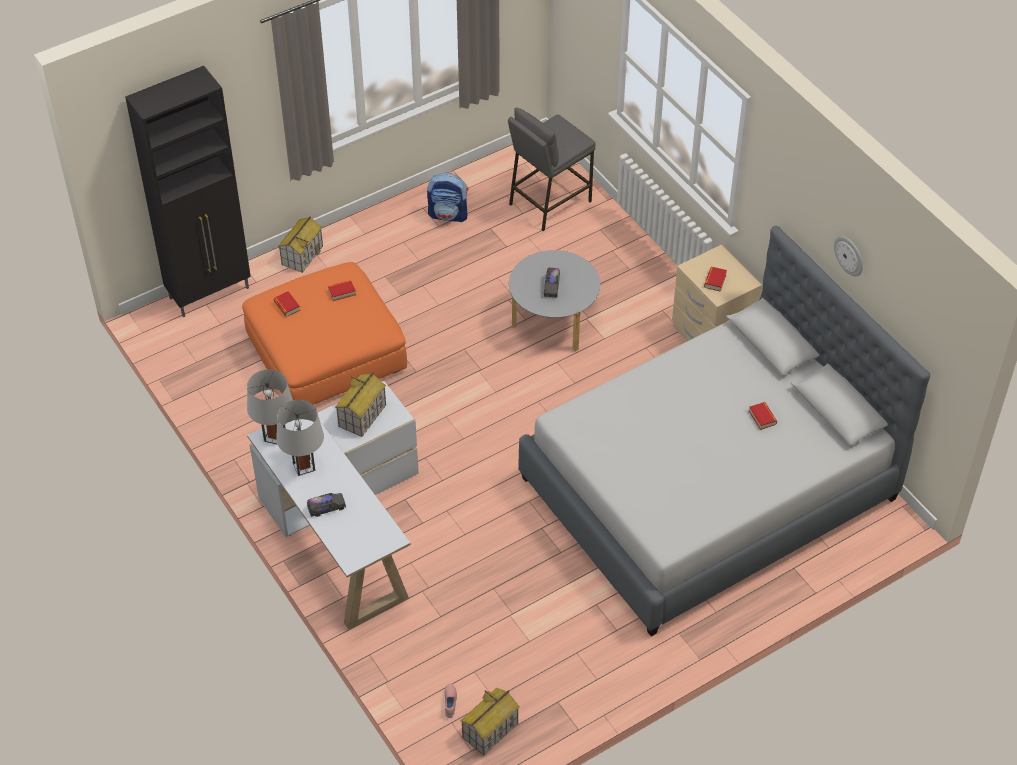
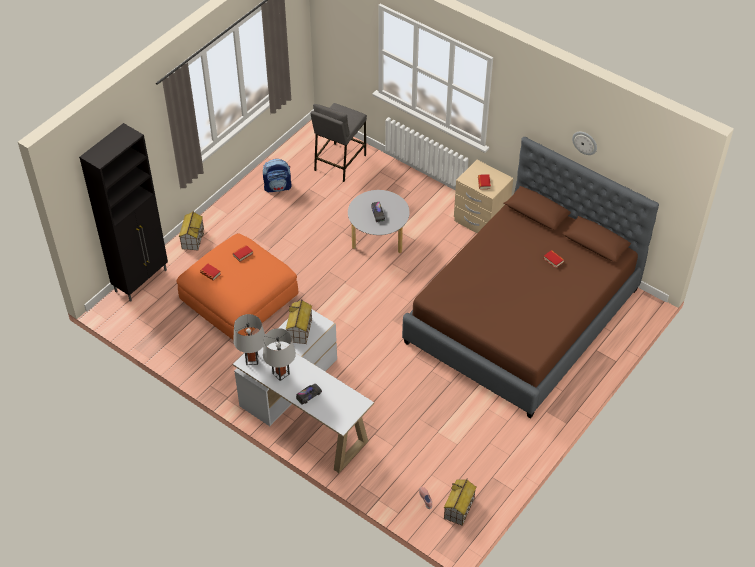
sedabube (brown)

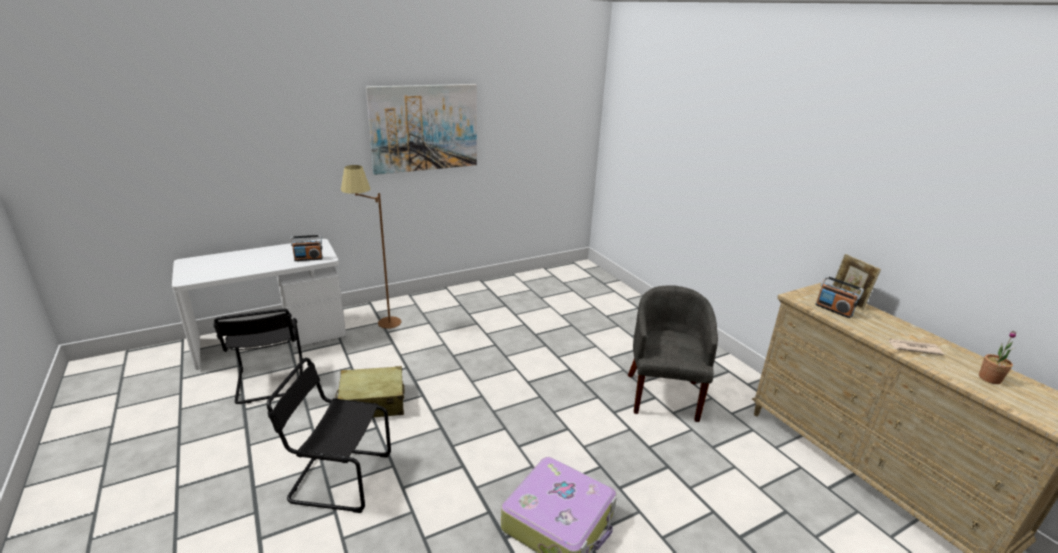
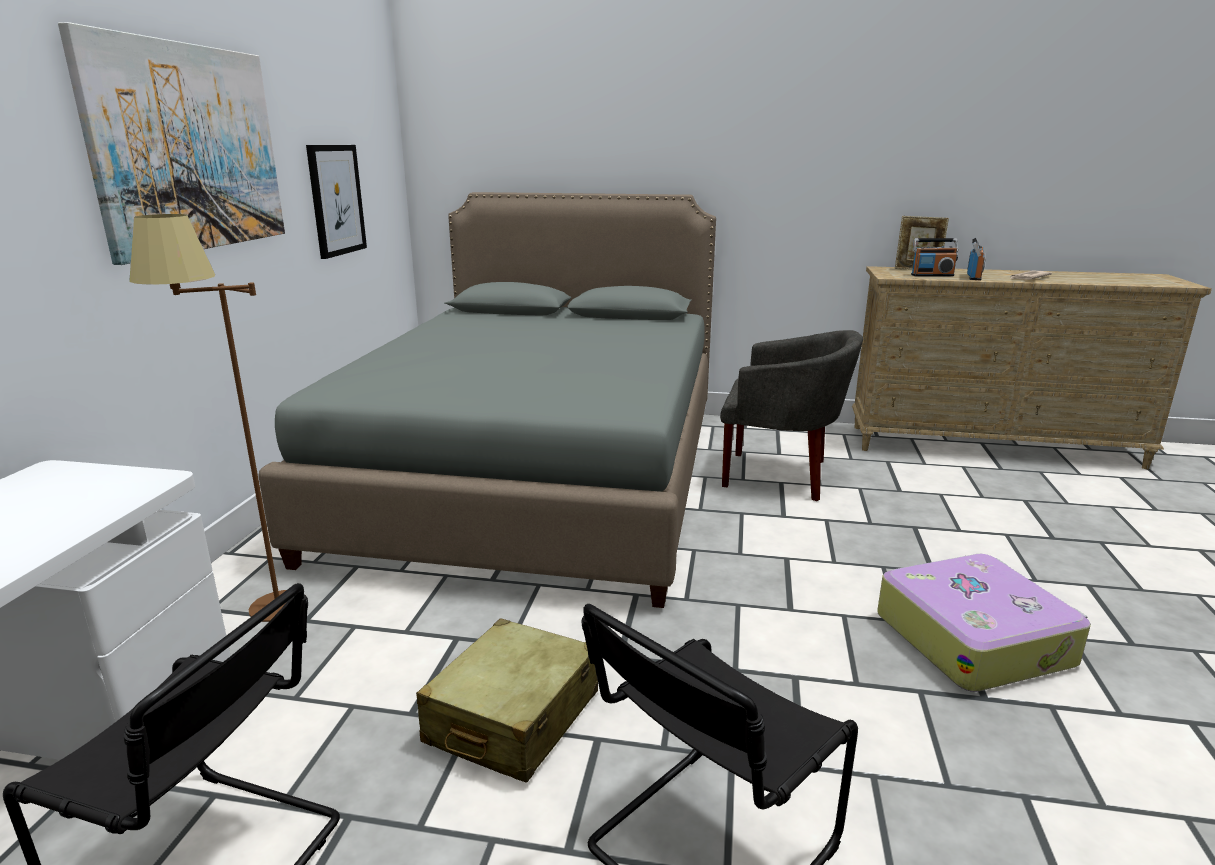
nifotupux
sedabube (grey)
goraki (no. 2 from left)
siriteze (no. 2 from left)
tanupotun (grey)

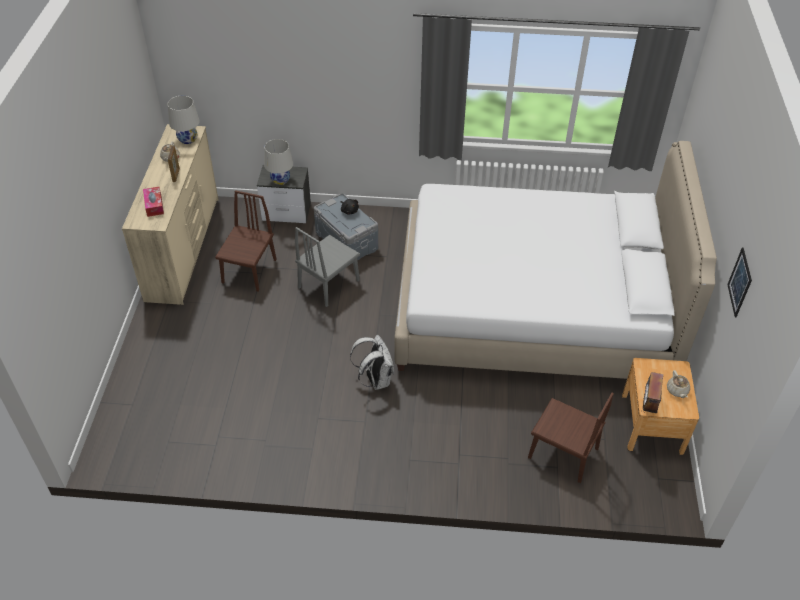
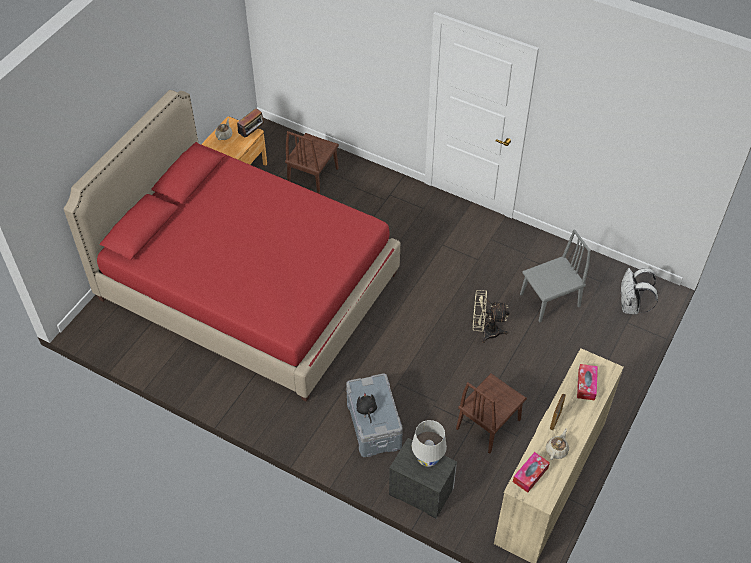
goraki
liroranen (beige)
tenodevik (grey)
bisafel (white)
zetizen (no. 1 from left)
sedabube (red)
tenodevik (brown) (no. 1 from left)

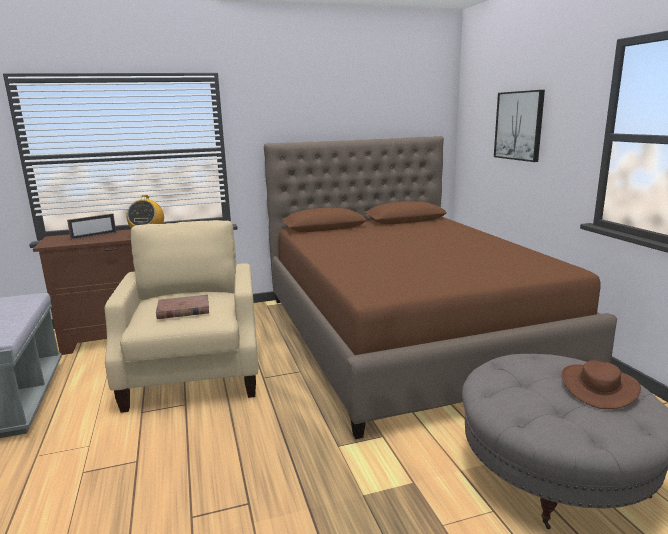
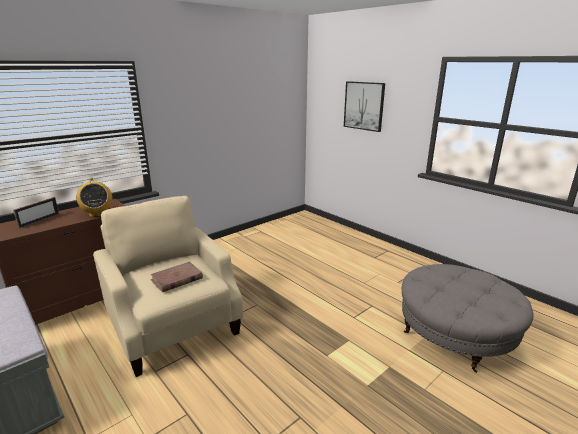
sedabube (brown)
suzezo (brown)

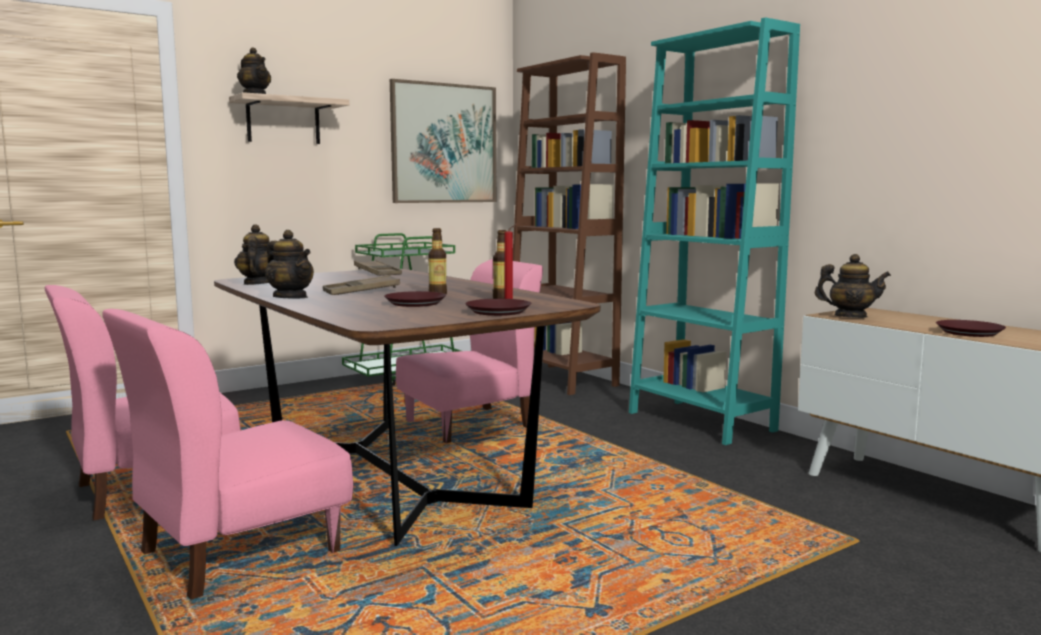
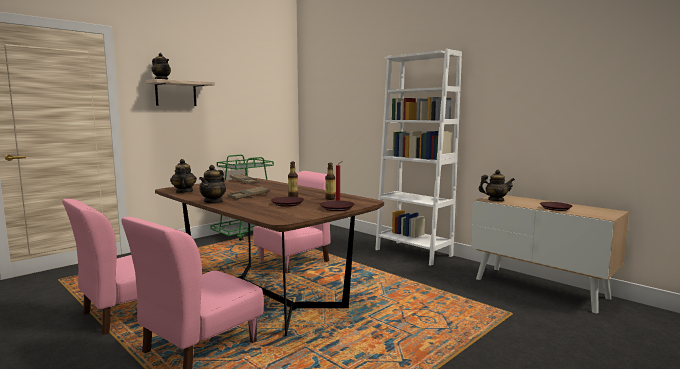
goraki
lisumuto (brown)
lisumuto (white)
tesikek (no. 3 from left)

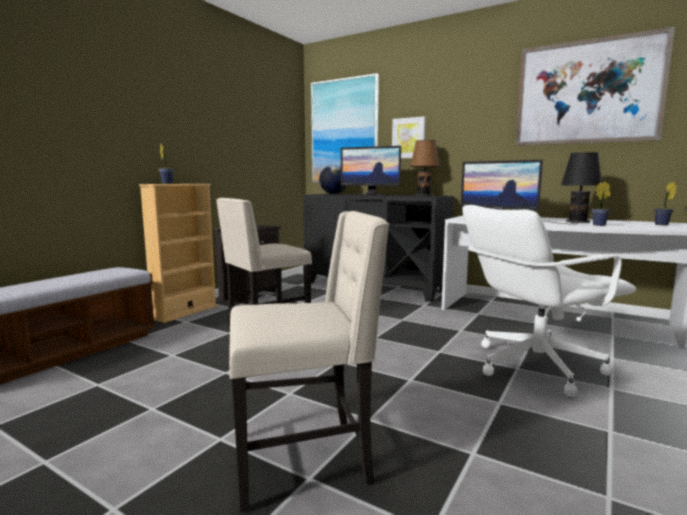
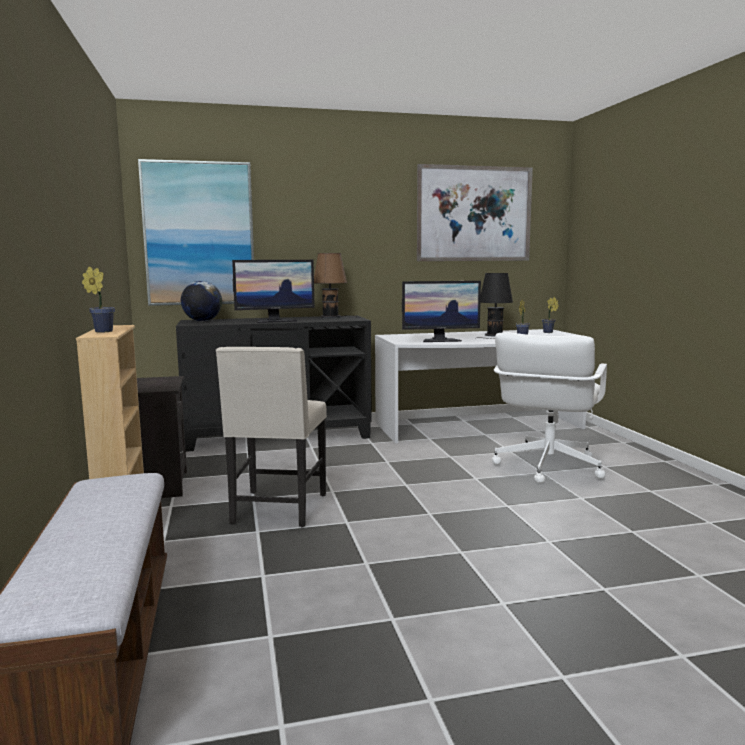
tenodevik (beige) (no. 2 from left in the first image)
goraki (no. 2 from left in the first image)

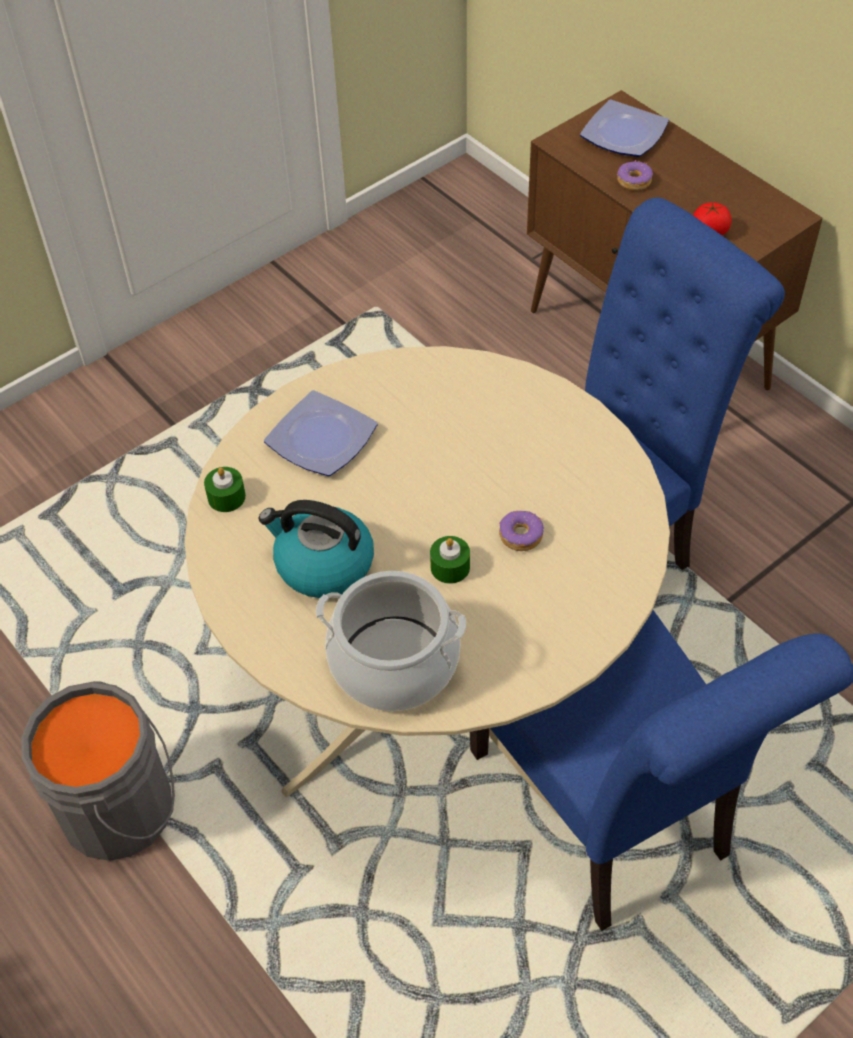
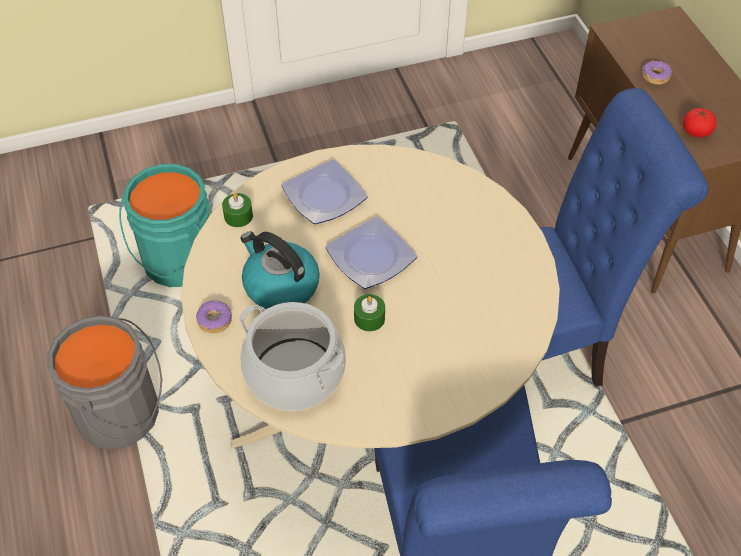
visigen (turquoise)
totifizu (no. 1 from left)
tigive (no. 2 from left)

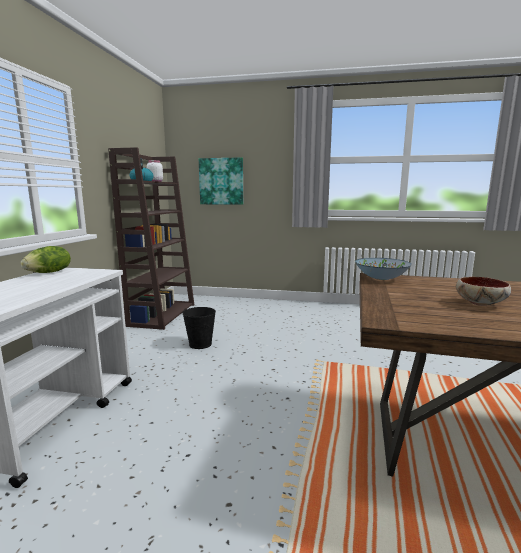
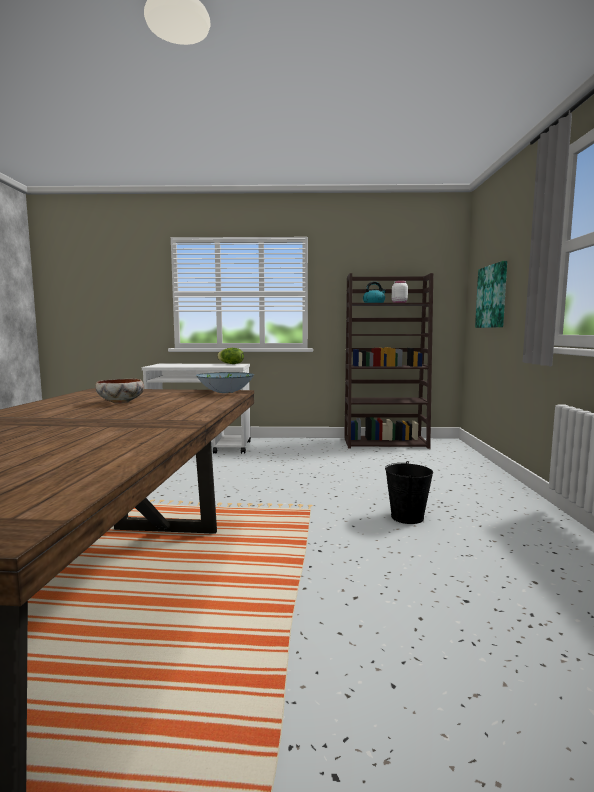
visigen (black)

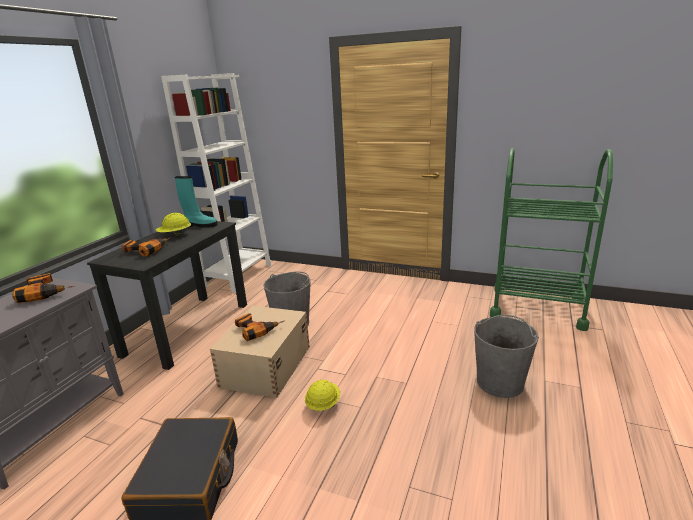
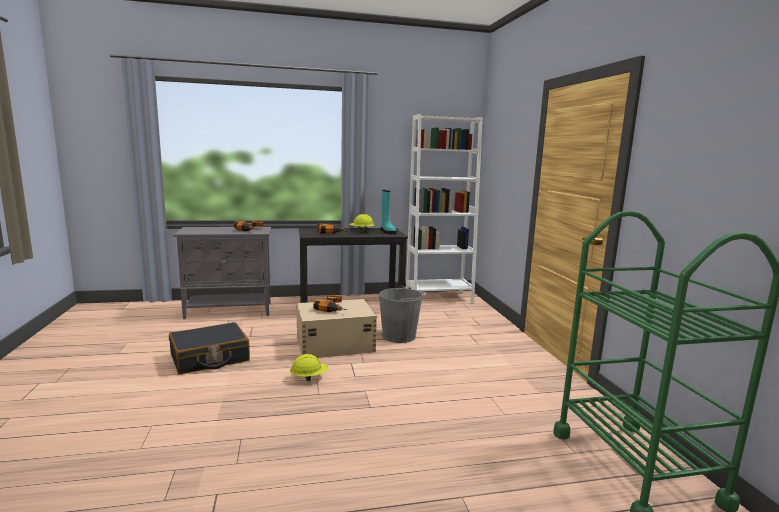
visigen (grey) (no. 2 from left in the first image)

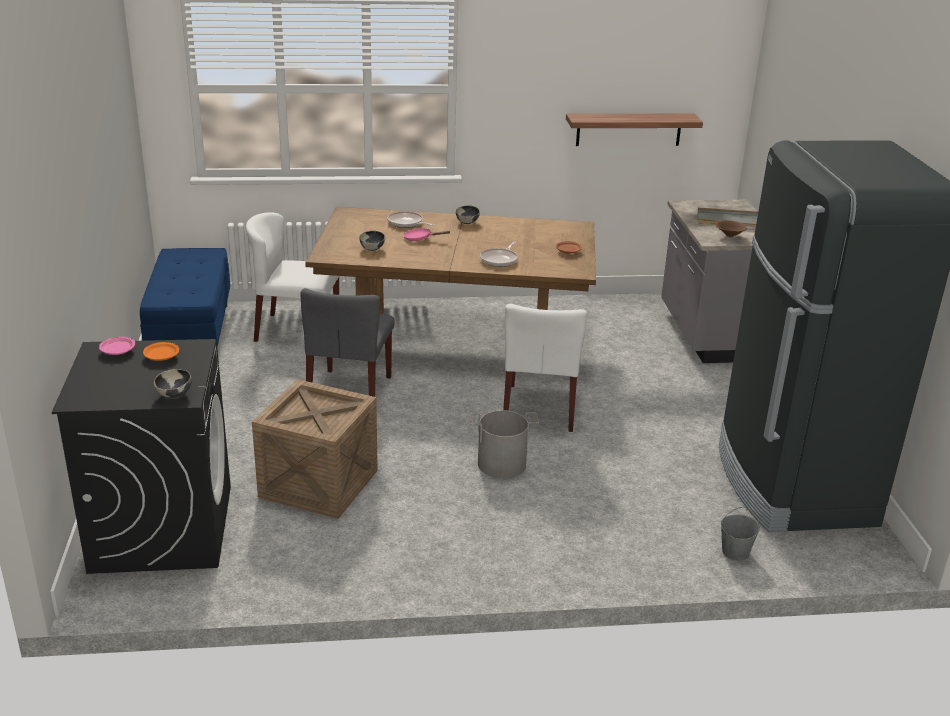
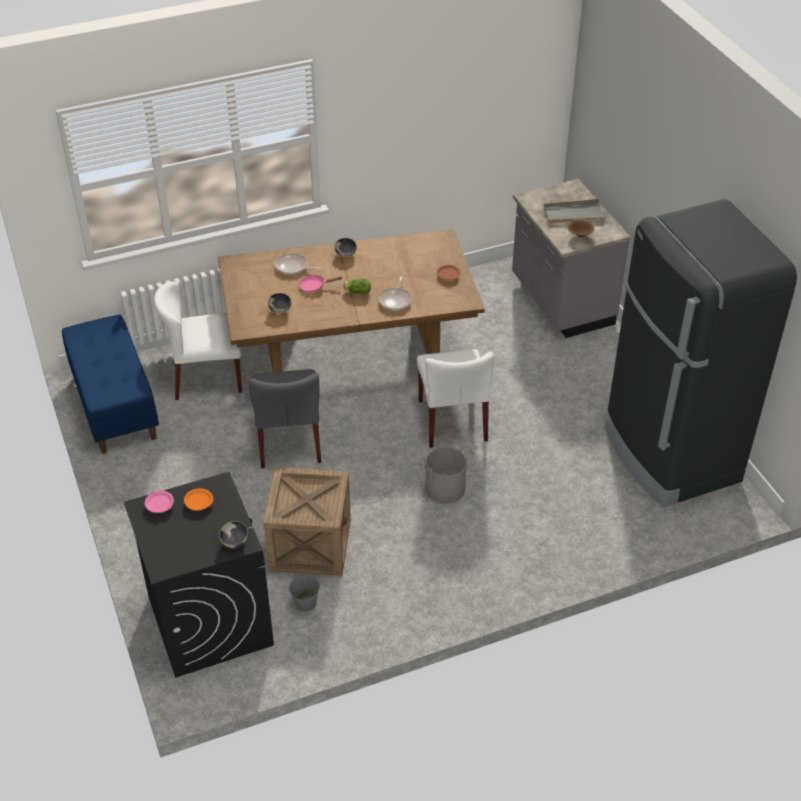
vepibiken
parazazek
visigen (grey) (no. 1 from left)

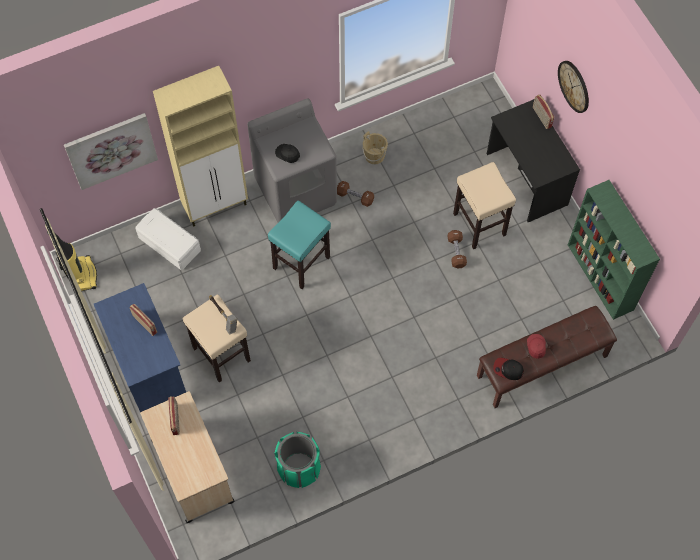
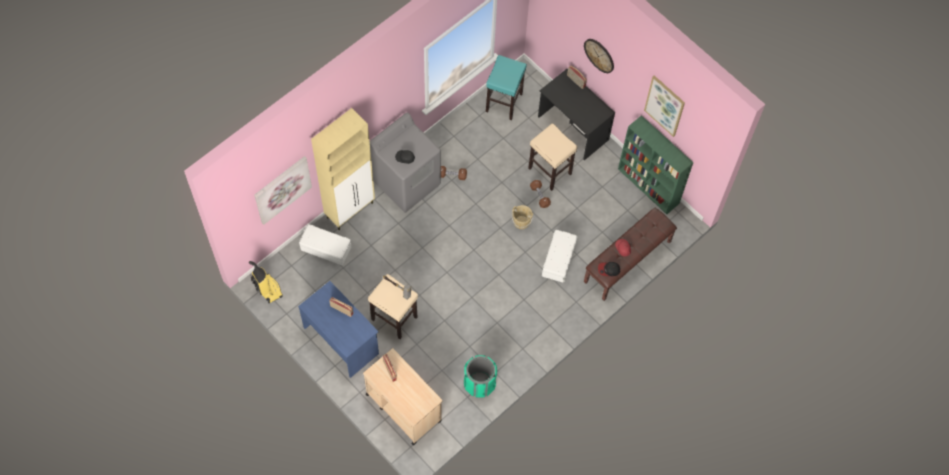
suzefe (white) (no. 2 from left)
goraki (no. 2 from left)
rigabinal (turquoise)
visigen (beige)

